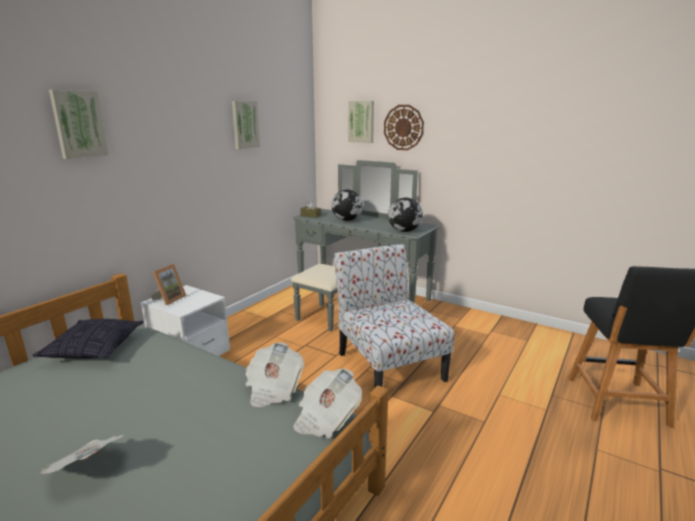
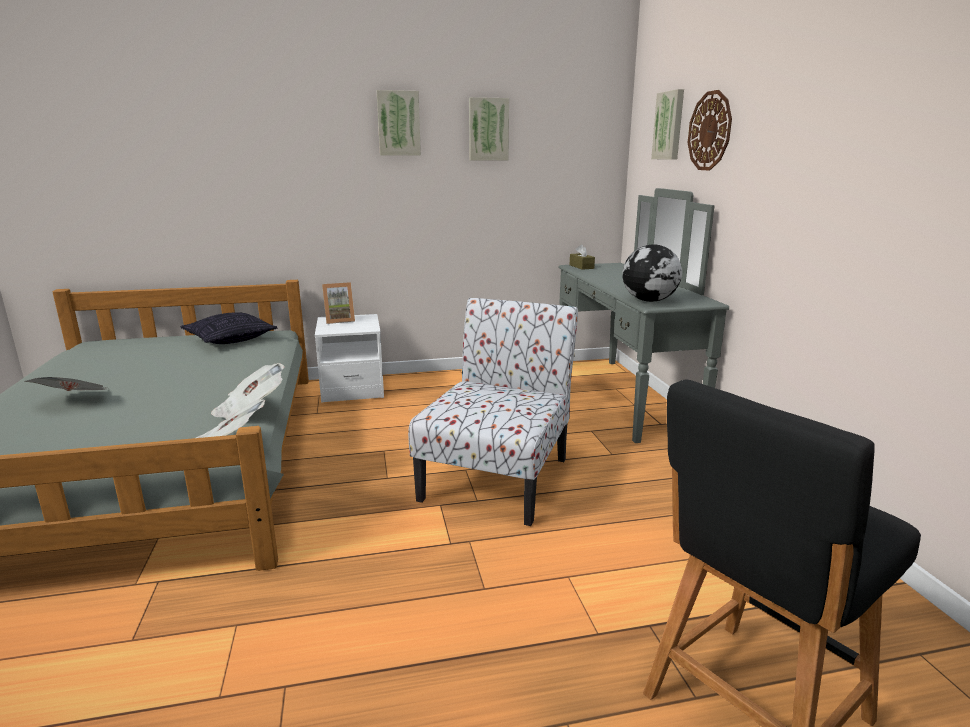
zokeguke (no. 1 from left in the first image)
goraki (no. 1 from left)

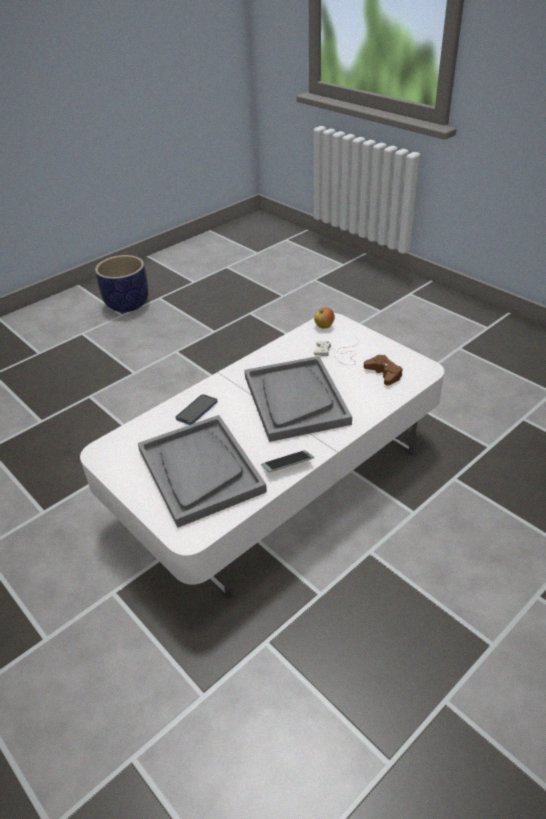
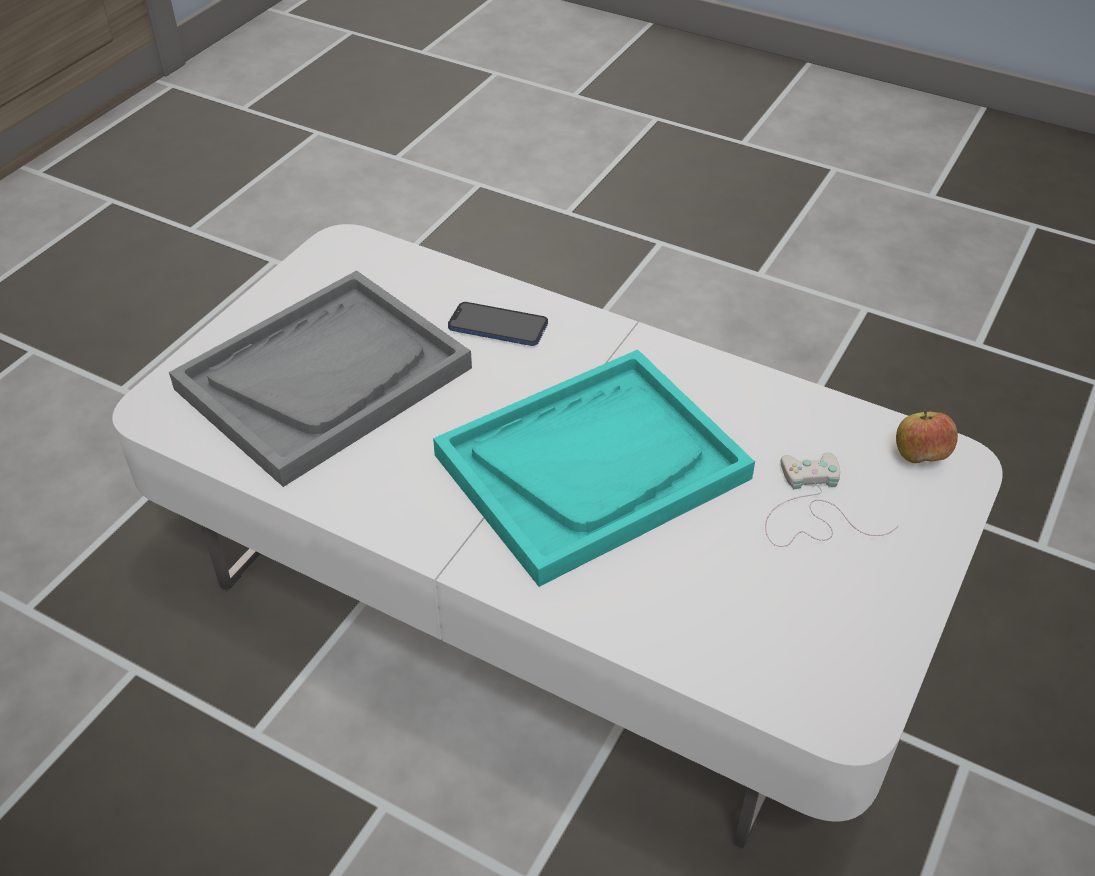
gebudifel
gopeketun (no. 2 from left in the first image)
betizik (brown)
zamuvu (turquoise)

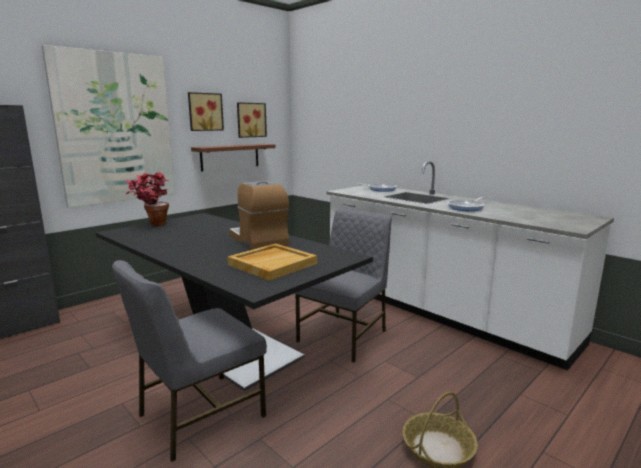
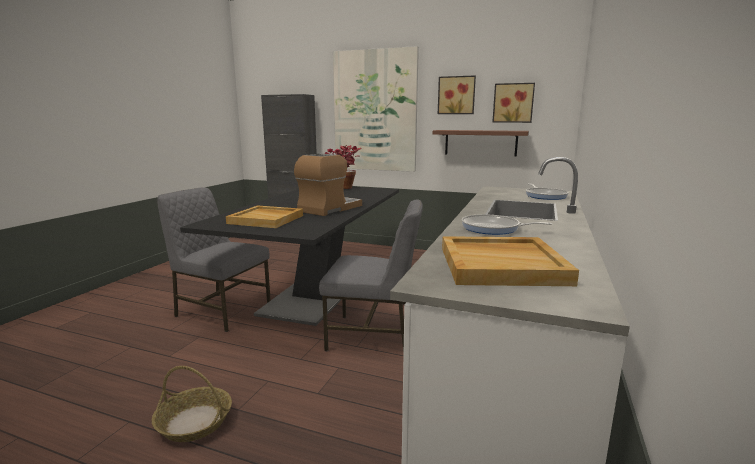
zamuvu (beige) (no. 2 from left)

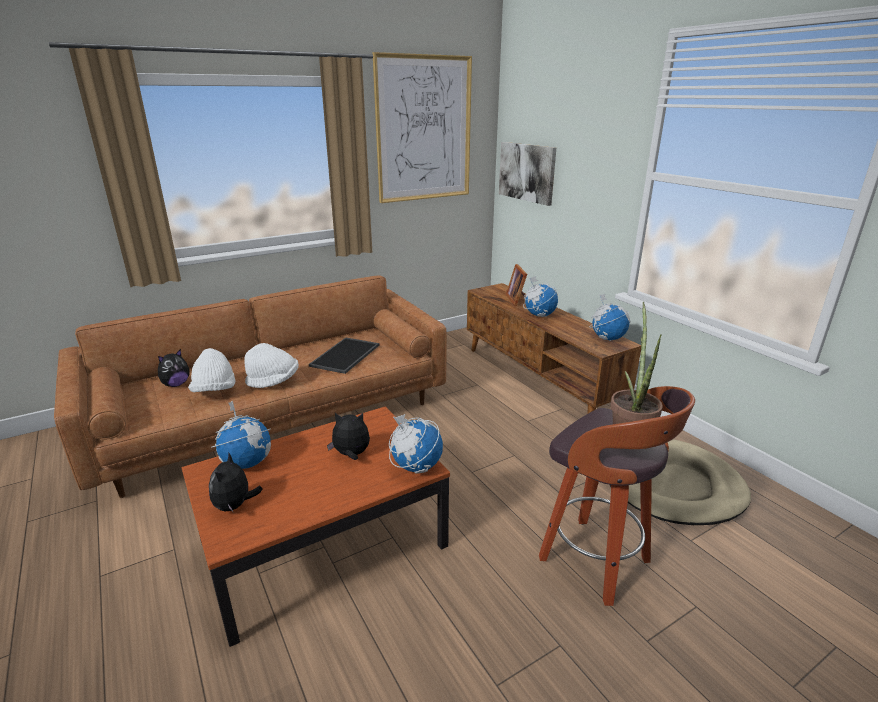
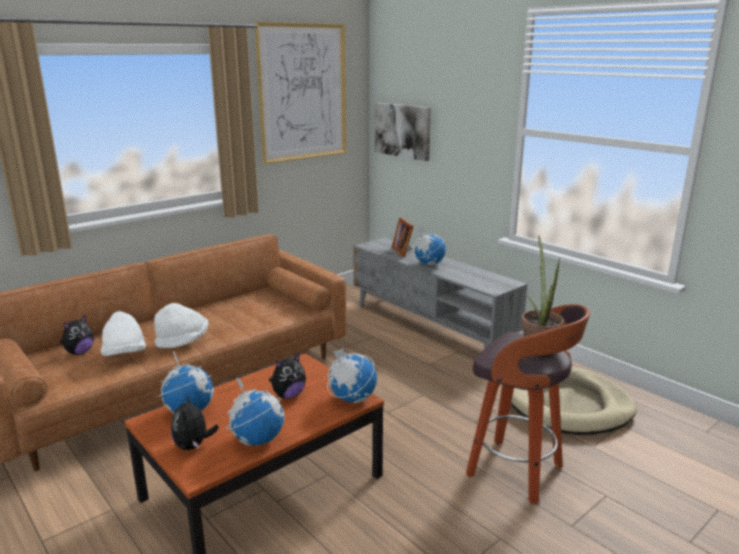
zamuvu
zokeguke (no. 2 from left)
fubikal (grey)
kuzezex (no. 3 from left)

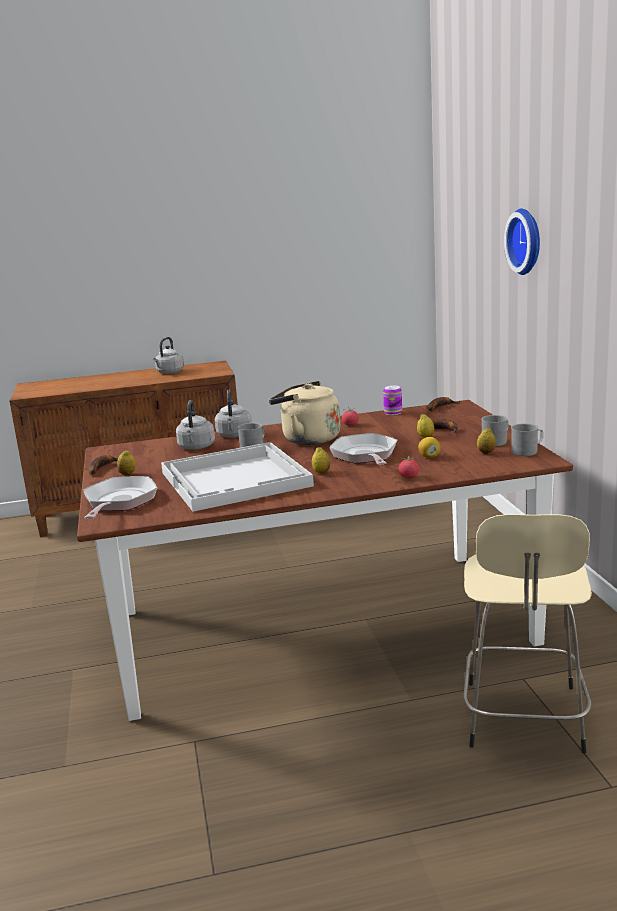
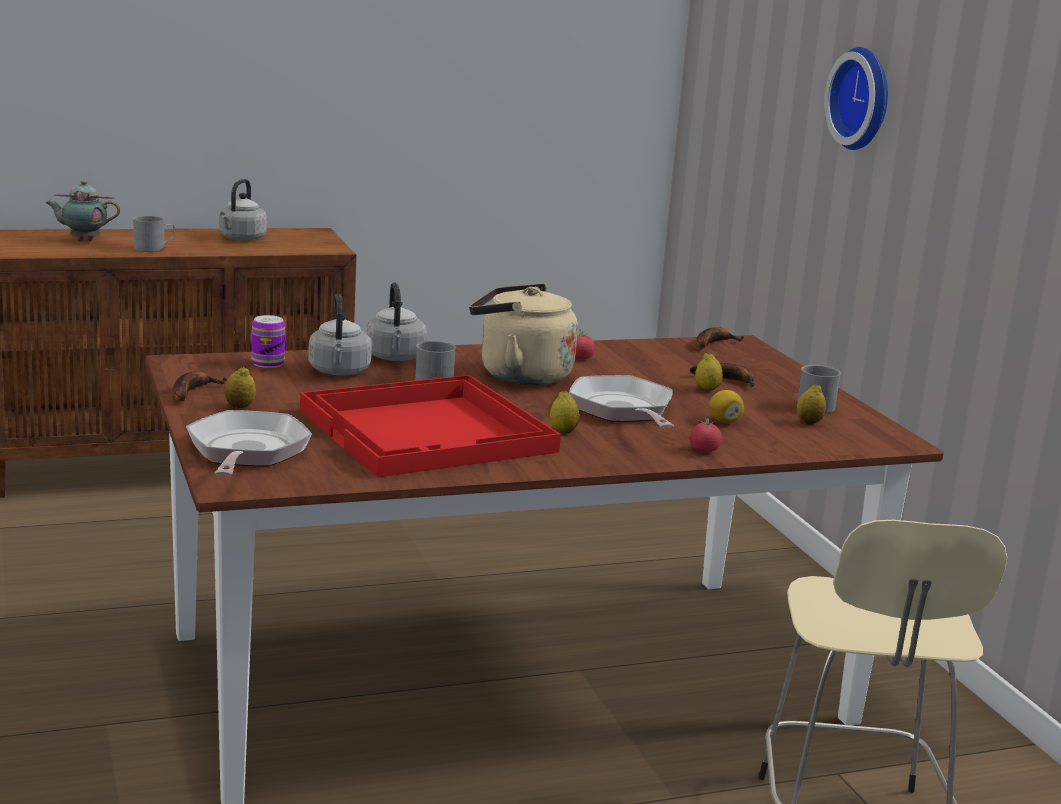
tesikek
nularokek
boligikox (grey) (no. 1 from left)
zamuvu (red)

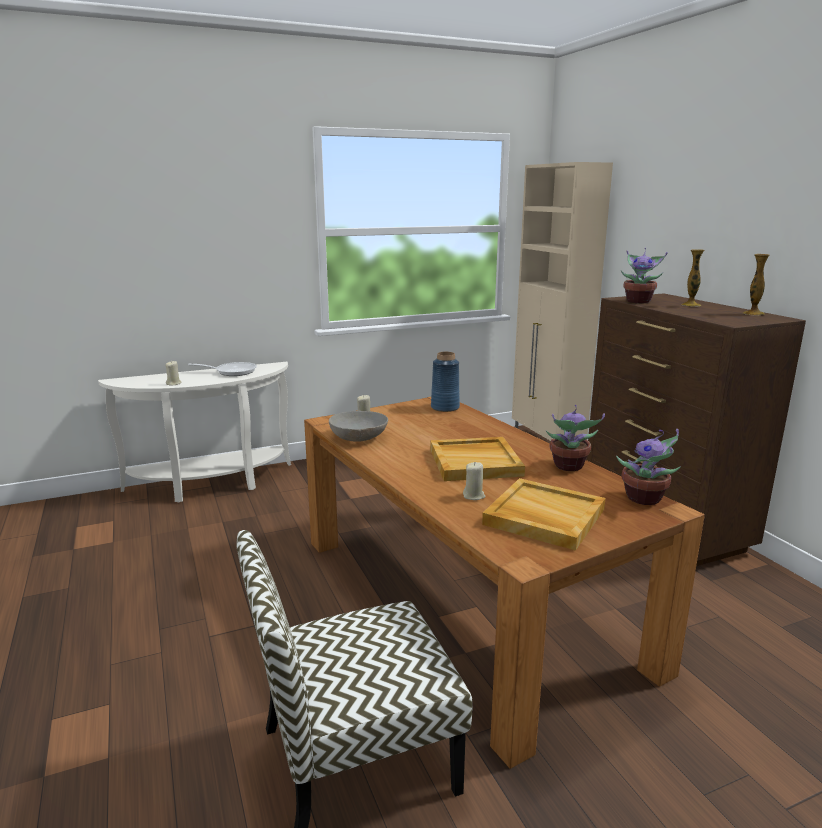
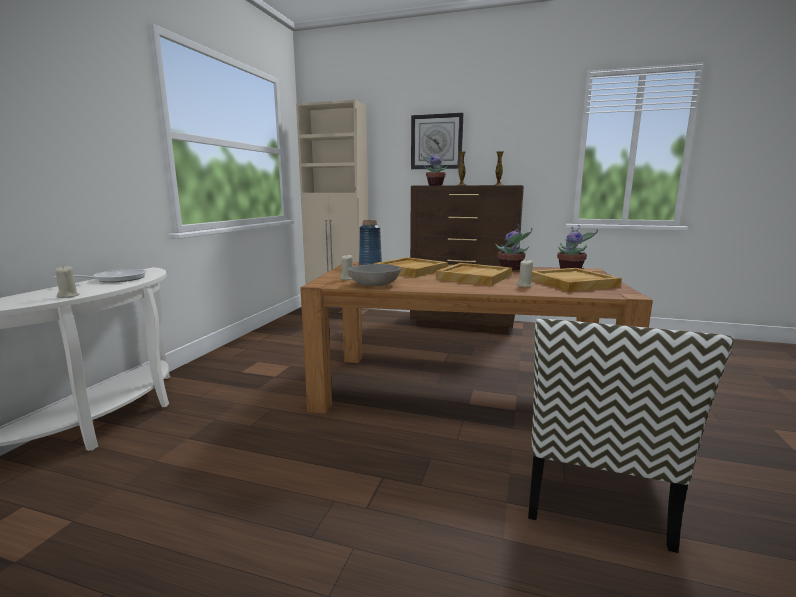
zamuvu (beige) (no. 1 from left)
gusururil

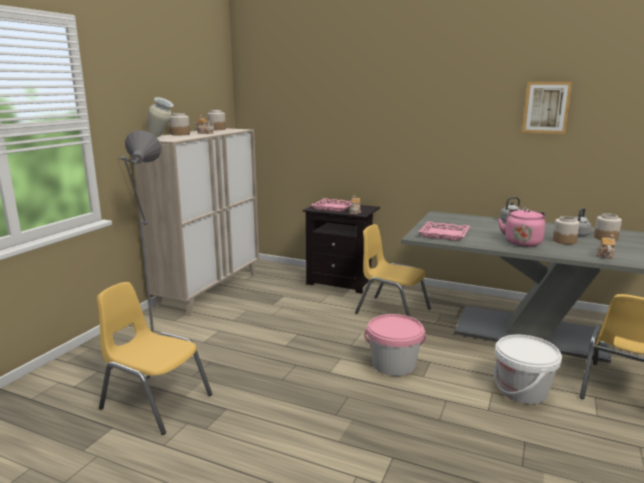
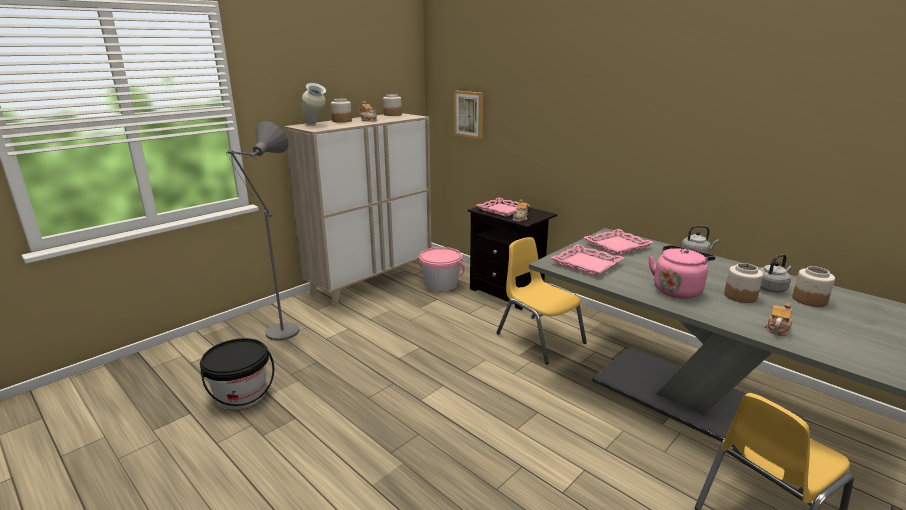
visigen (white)
zamuvu (pink) (no. 3 from left)
visigen (pink)
goraki
visigen (black)

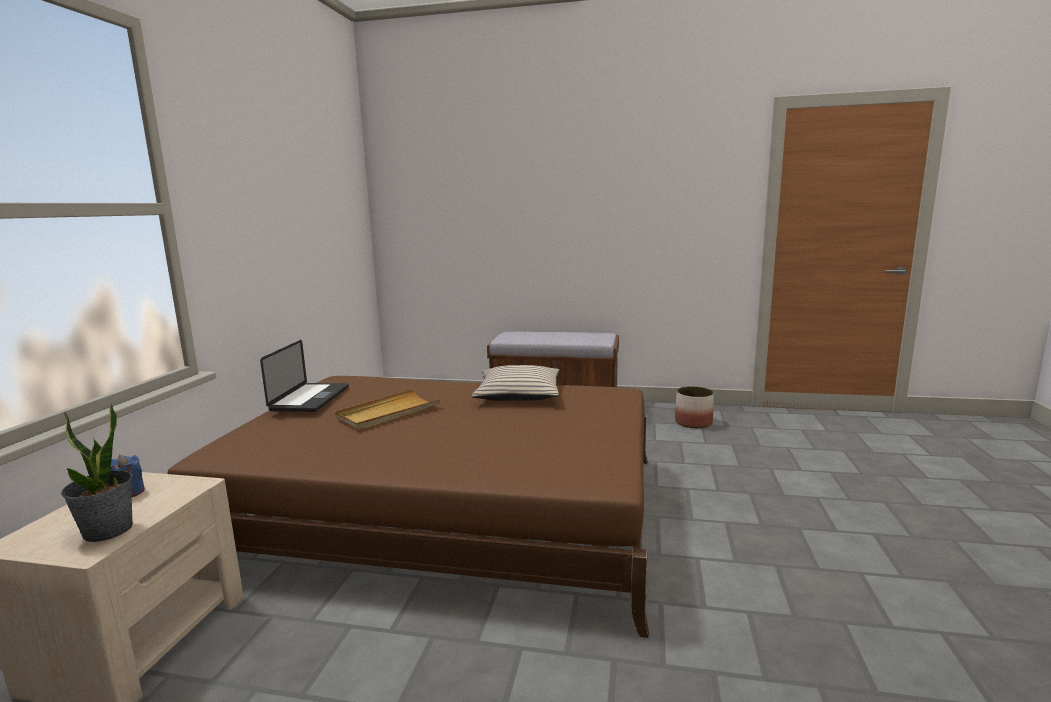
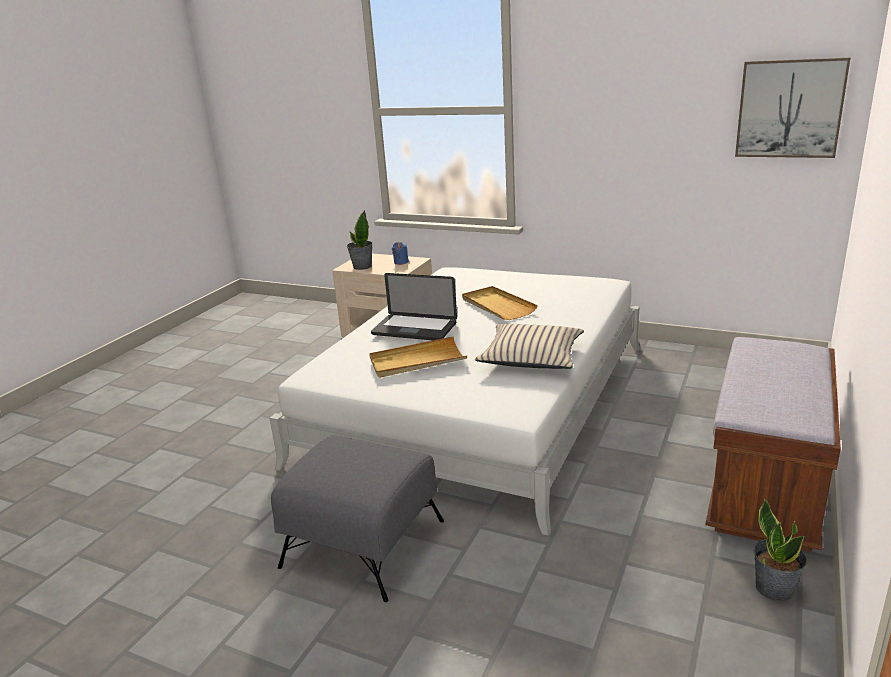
gebudifel
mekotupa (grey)
zamuvu (beige) (no. 1 from left)
goraki
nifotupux (no. 2 from left)
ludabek
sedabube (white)

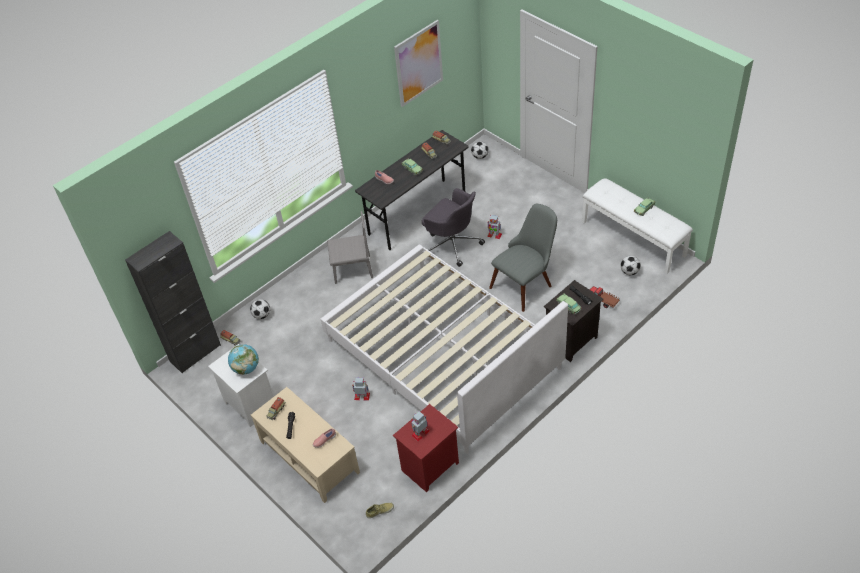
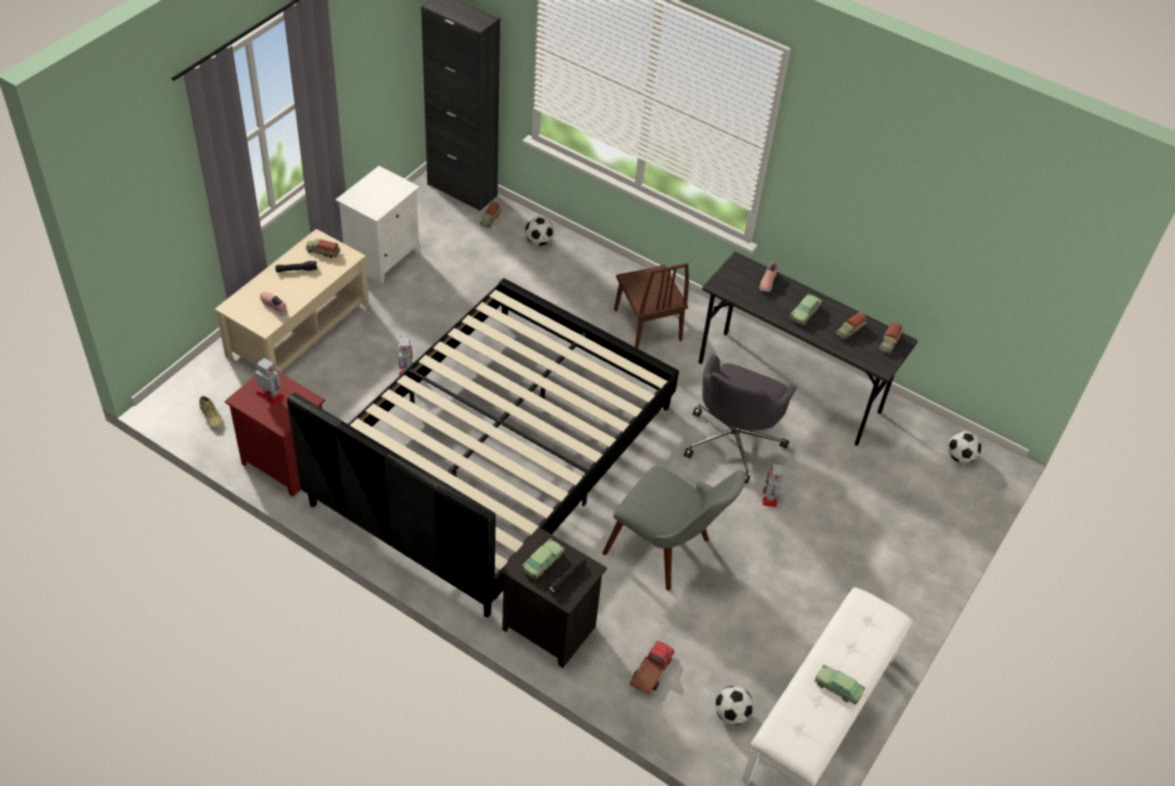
zokeguke
goraki
sedabube (black)
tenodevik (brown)

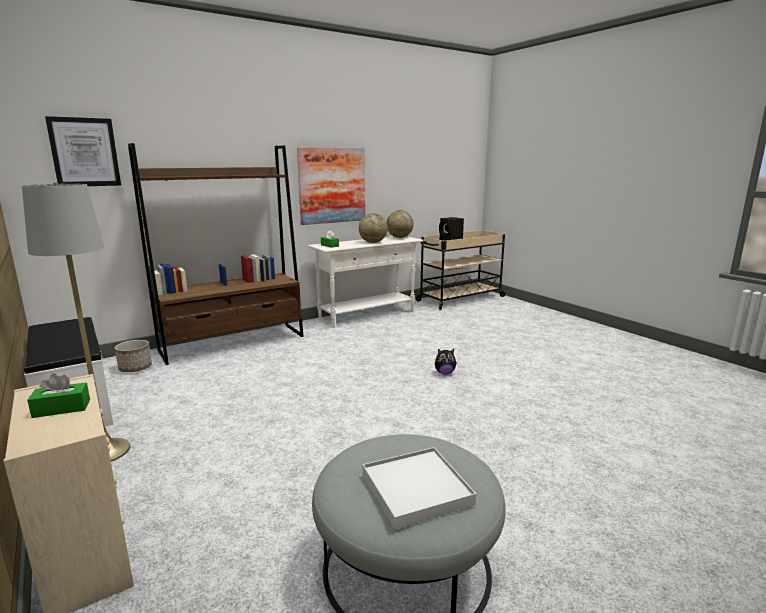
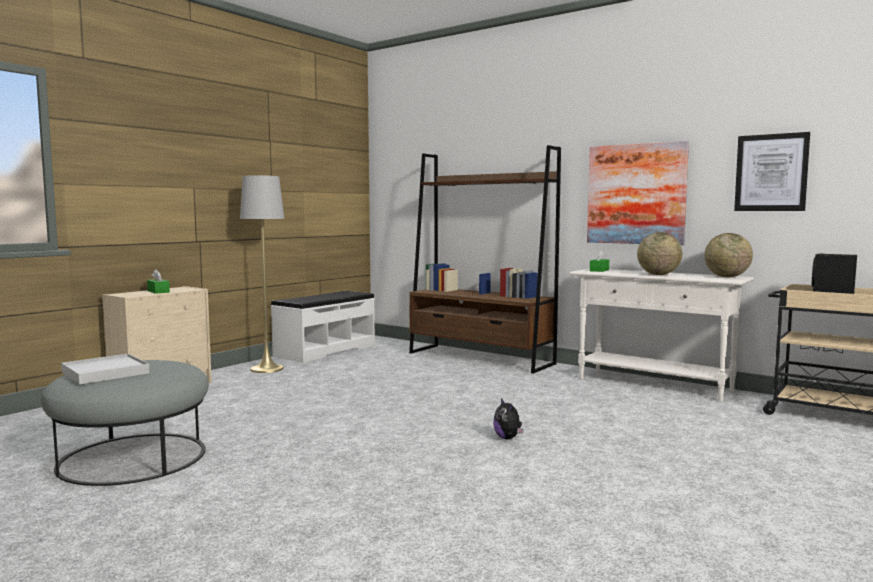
gebudifel
goraki (no. 2 from left)

